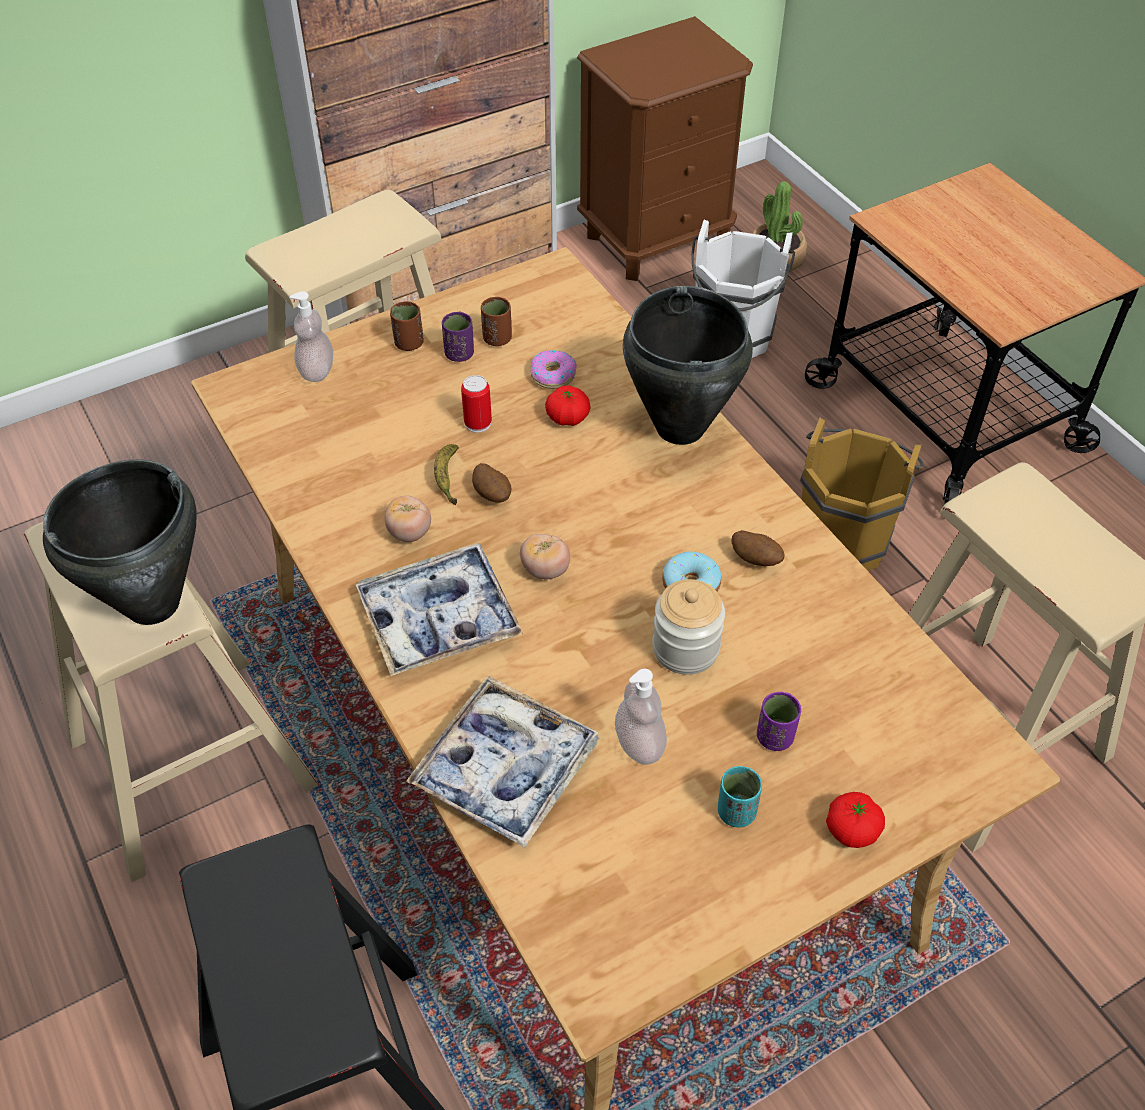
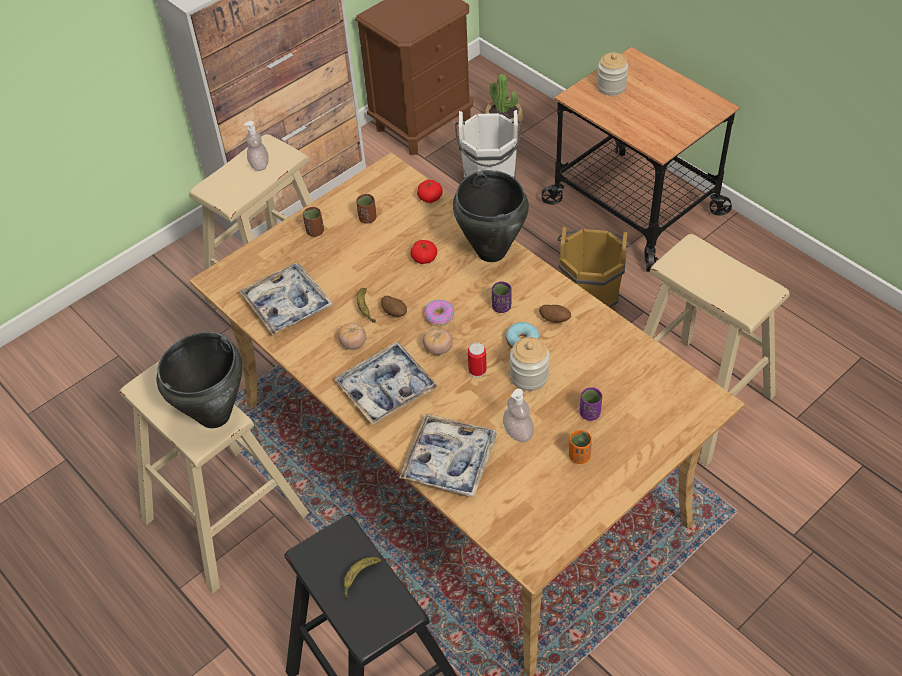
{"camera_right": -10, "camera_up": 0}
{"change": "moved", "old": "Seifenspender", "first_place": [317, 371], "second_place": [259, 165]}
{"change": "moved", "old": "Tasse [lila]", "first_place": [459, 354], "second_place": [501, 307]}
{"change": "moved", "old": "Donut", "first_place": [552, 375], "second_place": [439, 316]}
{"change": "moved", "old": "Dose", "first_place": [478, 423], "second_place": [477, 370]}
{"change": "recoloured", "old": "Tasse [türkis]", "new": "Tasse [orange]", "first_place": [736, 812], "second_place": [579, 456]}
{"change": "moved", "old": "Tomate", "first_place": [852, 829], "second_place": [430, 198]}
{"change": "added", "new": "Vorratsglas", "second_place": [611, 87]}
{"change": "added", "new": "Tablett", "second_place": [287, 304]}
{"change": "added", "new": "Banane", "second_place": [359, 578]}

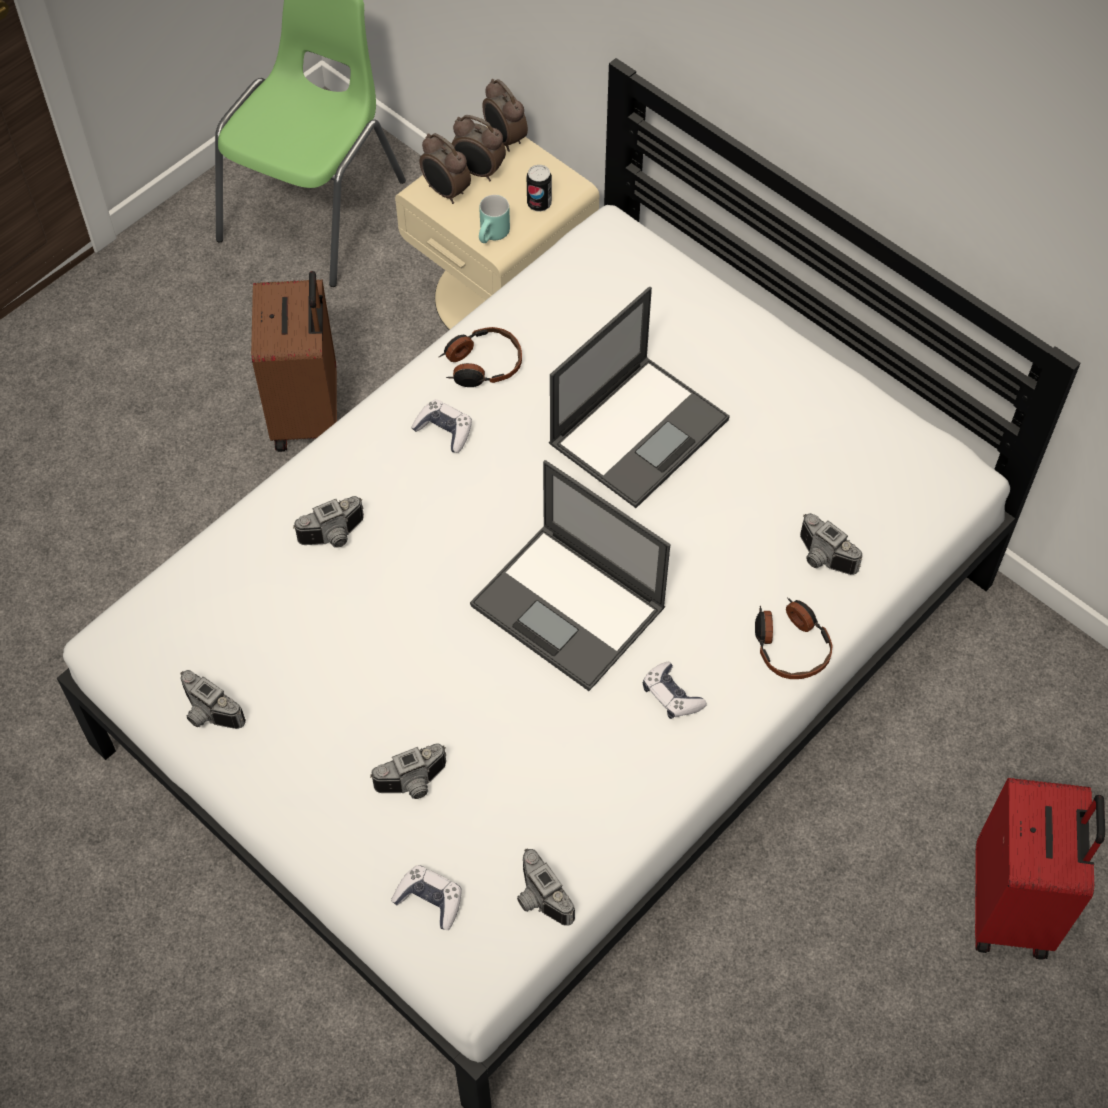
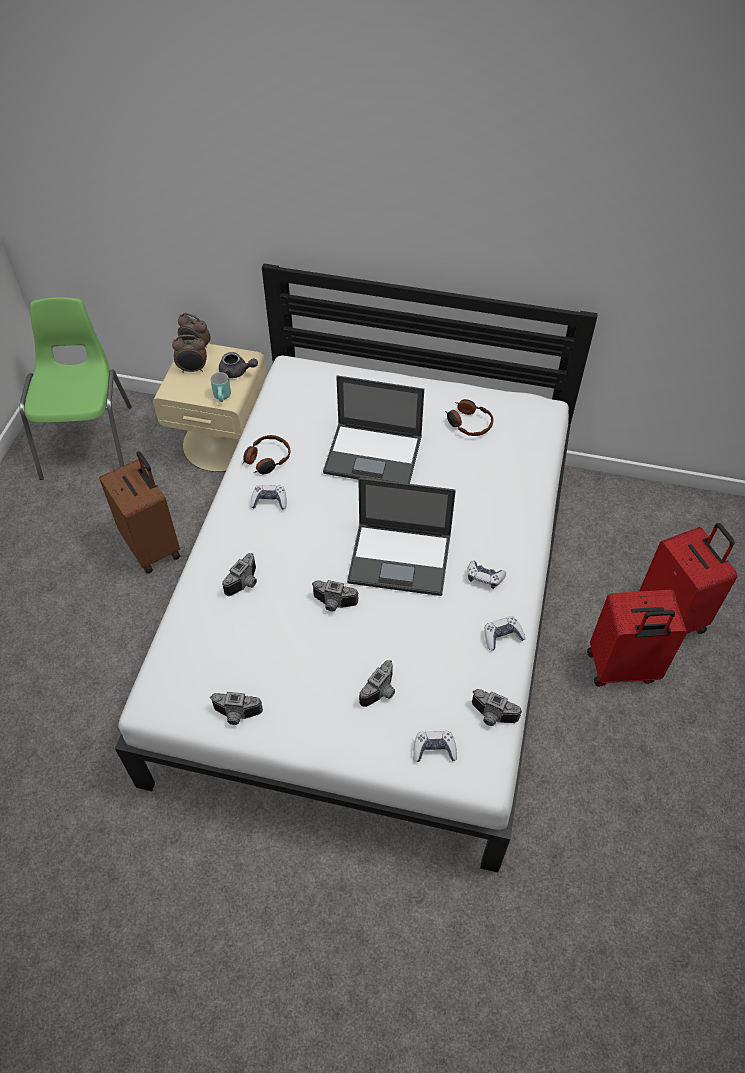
{"camera_right": -30, "camera_up": -5}
{"change": "removed", "old": "Wecker", "first_place": [445, 192]}
{"change": "replaced", "old": "Dose", "new": "Teekanne [grau]", "first_place": [539, 204], "second_place": [237, 372]}
{"change": "turned", "old": "Laptop", "first_place": [639, 430], "second_place": [374, 455], "degrees": 90}
{"change": "moved", "old": "Kamera", "first_place": [821, 559], "second_place": [333, 604]}
{"change": "moved", "old": "Kopfhörer", "first_place": [790, 645], "second_place": [468, 423]}
{"change": "added", "new": "Koffer [rot]", "second_place": [621, 669]}
{"change": "added", "new": "Gamepad", "second_place": [502, 636]}

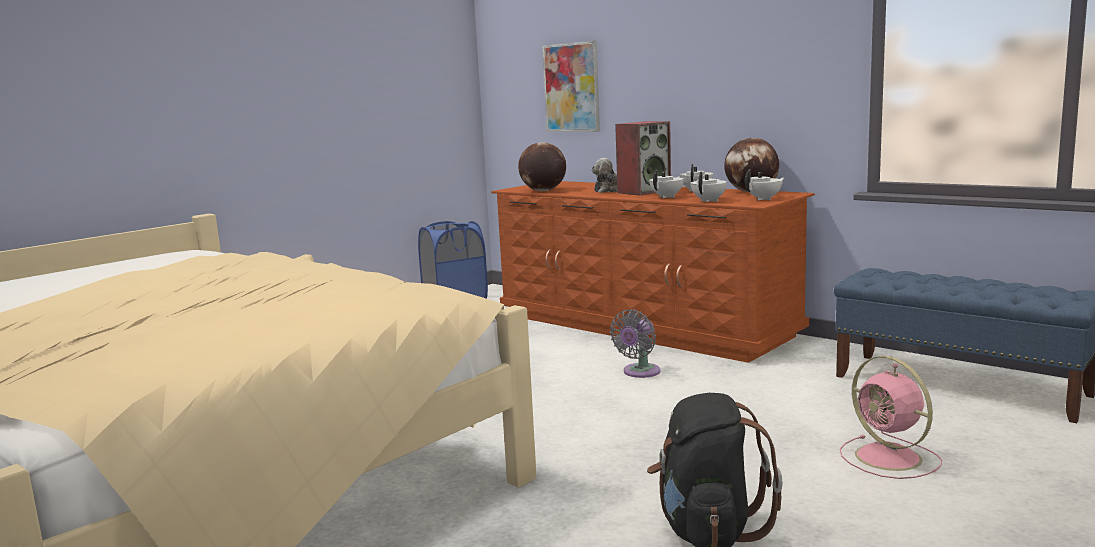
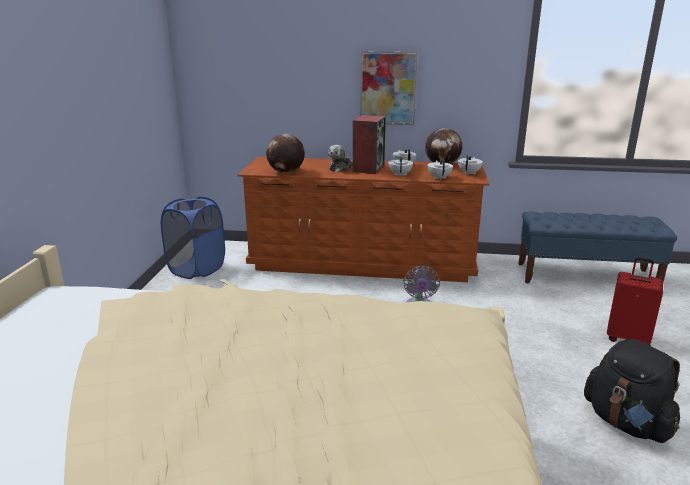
{"camera_right": -35, "camera_up": 10}
{"change": "moved", "old": "Bild", "first_place": [572, 87], "second_place": [388, 88]}
{"change": "replaced", "old": "Ventilator [rosa]", "new": "Koffer [rot]", "first_place": [890, 458], "second_place": [628, 338]}

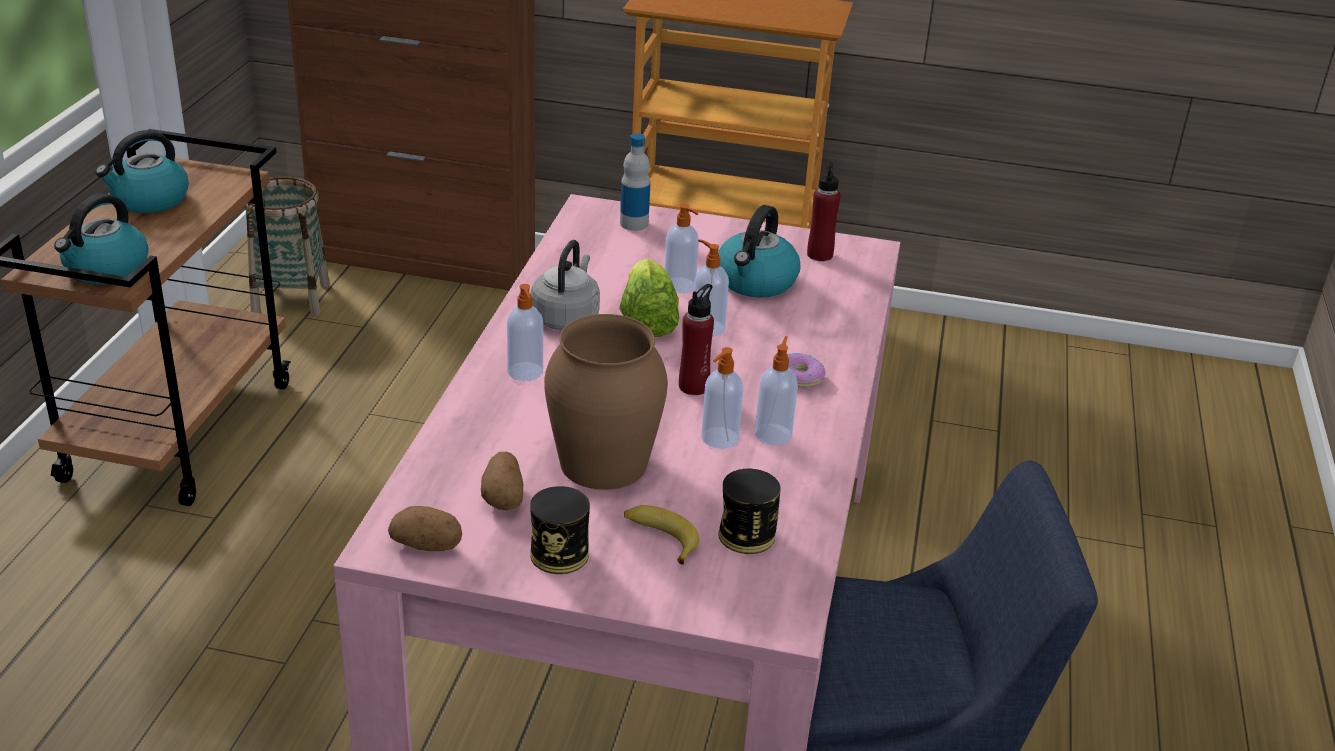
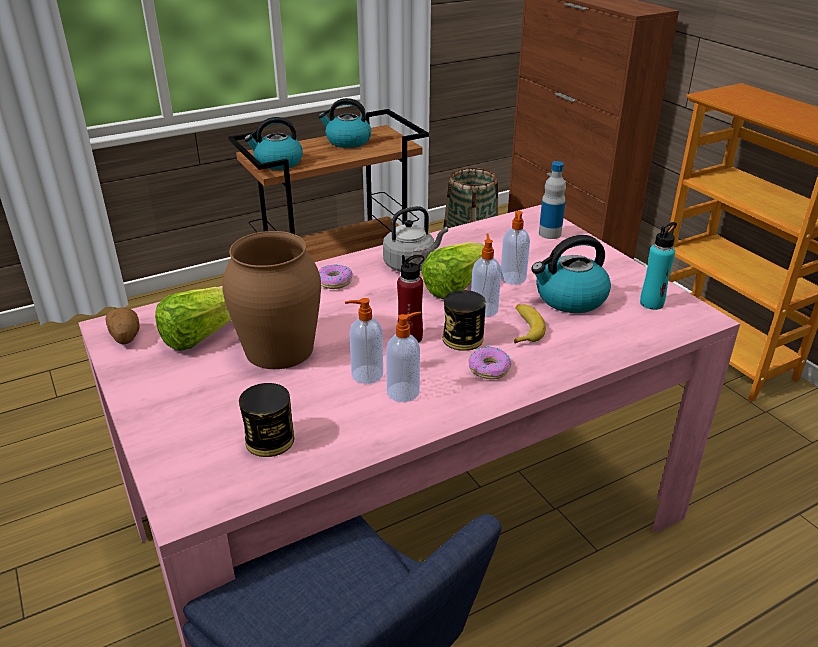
{"camera_right": 50, "camera_up": 0}
{"change": "recoloured", "old": "Flasche [rot]", "new": "Flasche [türkis]", "first_place": [820, 255], "second_place": [651, 303]}
{"change": "replaced", "old": "Seifenspender", "new": "Donut", "first_place": [525, 372], "second_place": [334, 281]}
{"change": "replaced", "old": "Kartoffel", "new": "Salatkopf", "first_place": [503, 497], "second_place": [200, 336]}
{"change": "moved", "old": "Dose", "first_place": [559, 554], "second_place": [463, 338]}
{"change": "moved", "old": "Banane", "first_place": [660, 538], "second_place": [524, 328]}

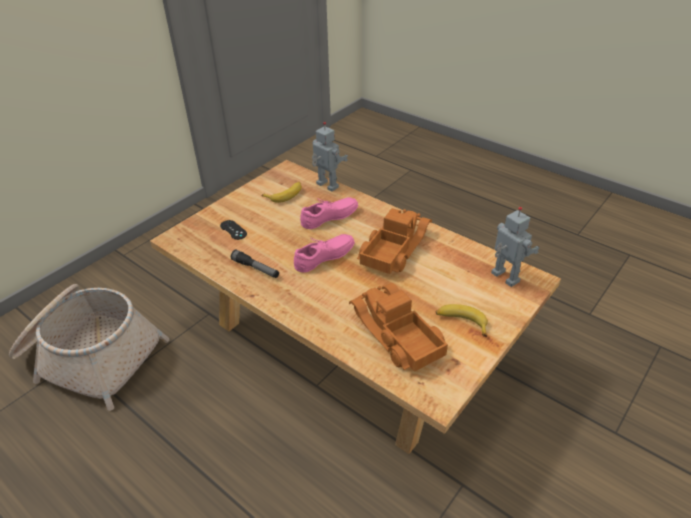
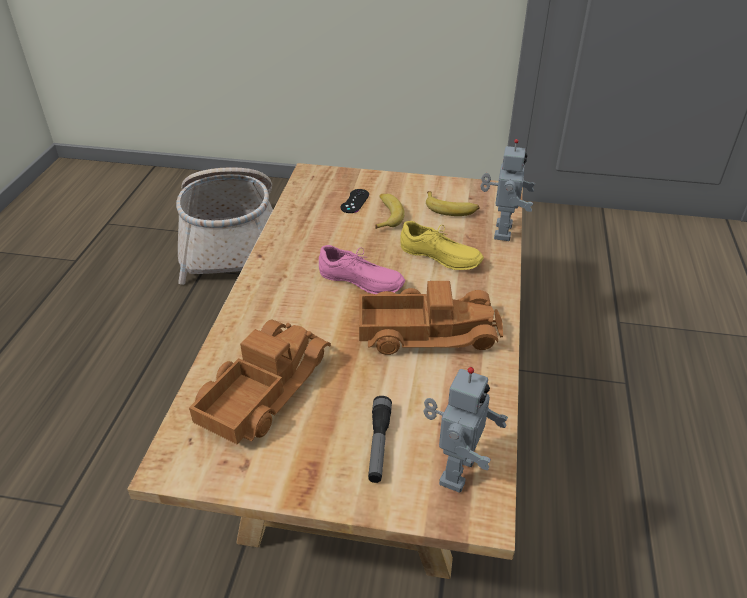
{"camera_right": 60, "camera_up": 0}
{"change": "recoloured", "old": "Schuh [rosa]", "new": "Schuh [gelb]", "first_place": [330, 218], "second_place": [439, 258]}
{"change": "moved", "old": "Taschenlampe", "first_place": [255, 268], "second_place": [378, 444]}
{"change": "moved", "old": "Banane", "first_place": [461, 322], "second_place": [386, 215]}

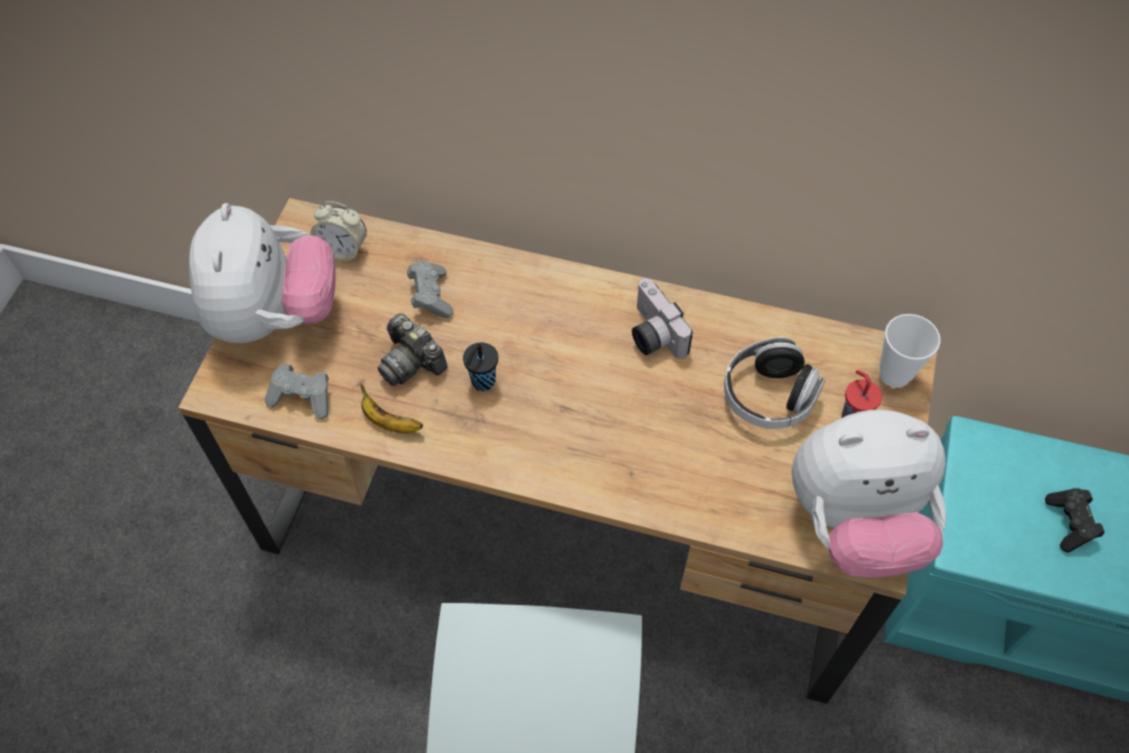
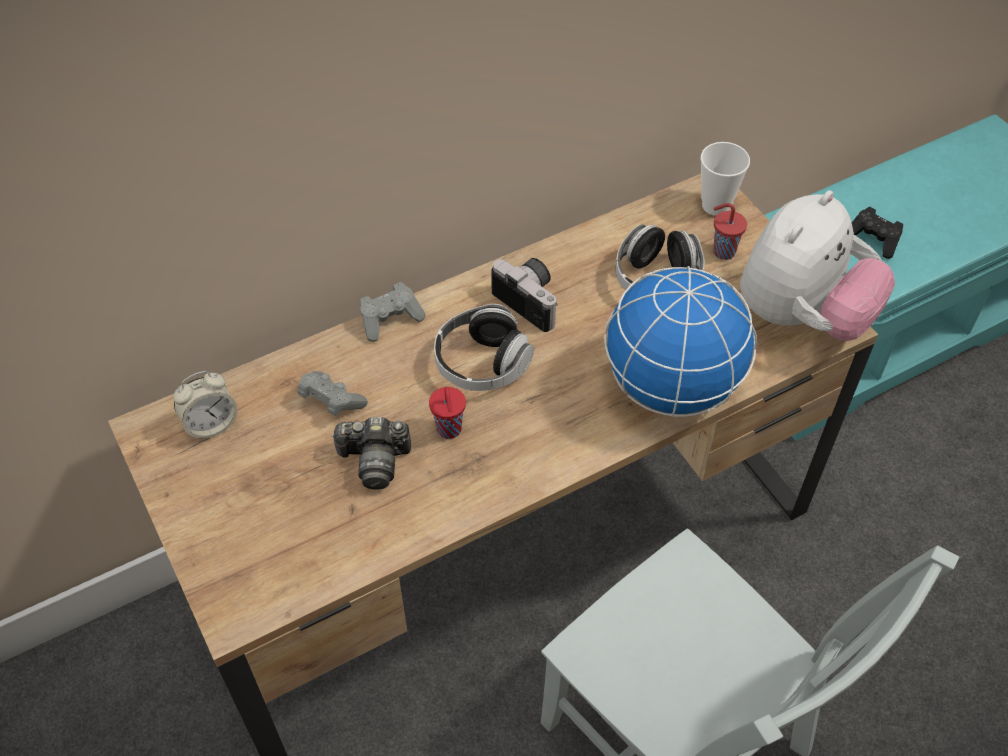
{"camera_right": -45, "camera_up": -5}
{"change": "removed", "old": "Plüschtier", "first_place": [274, 316]}
{"change": "turned", "old": "Kamera", "first_place": [651, 334], "second_place": [531, 300], "degrees": -150}
{"change": "recoloured", "old": "Tasse [schwarz]", "new": "Tasse [rot]", "first_place": [482, 382], "second_place": [449, 430]}
{"change": "moved", "old": "Gamepad [grau]", "first_place": [303, 397], "second_place": [390, 319]}
{"change": "removed", "old": "Banane", "first_place": [389, 422]}
{"change": "added", "new": "Globus", "second_place": [670, 385]}
{"change": "added", "new": "Kopfhörer", "second_place": [482, 363]}

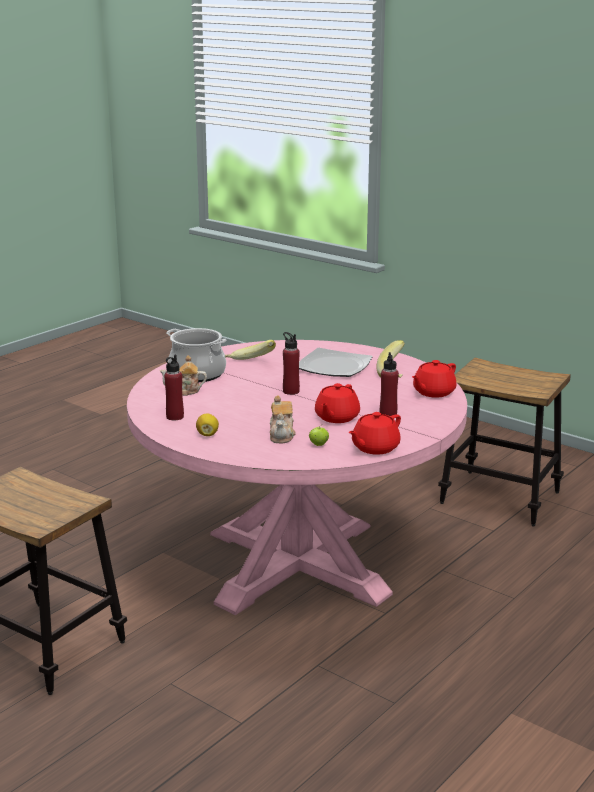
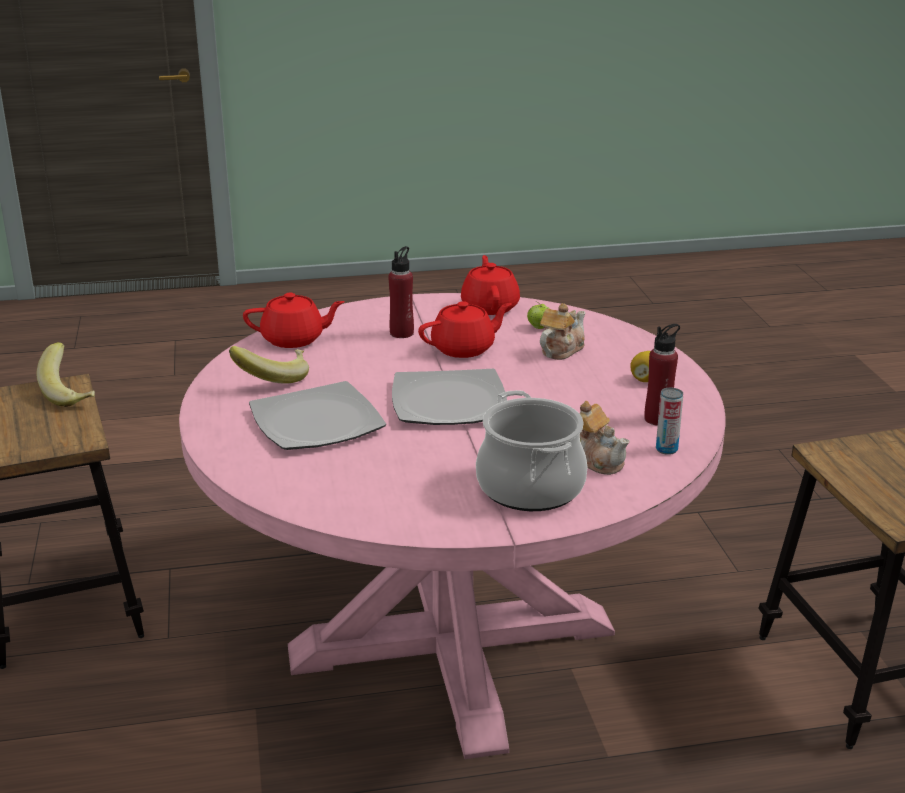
{"camera_right": -140, "camera_up": 5}
{"change": "replaced", "old": "Flasche [rot]", "new": "Teller", "first_place": [291, 391], "second_place": [450, 403]}
{"change": "moved", "old": "Banane", "first_place": [249, 363], "second_place": [72, 393]}
{"change": "turned", "old": "Teekanne [rot]", "first_place": [374, 448], "second_place": [490, 306], "degrees": -90}
{"change": "added", "new": "Dose", "second_place": [666, 449]}

